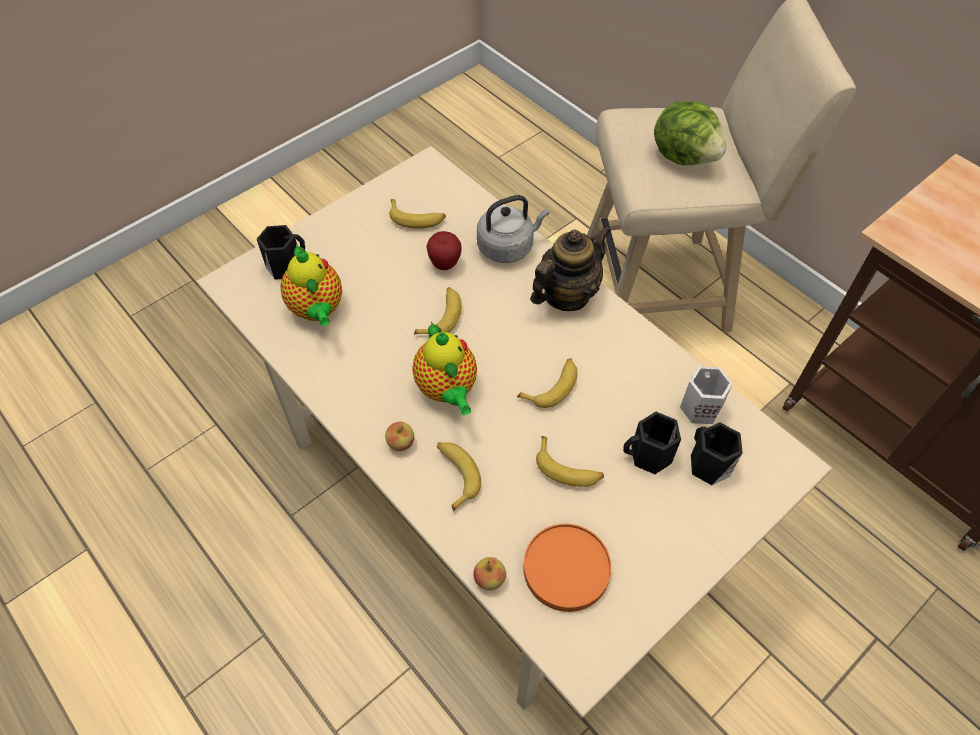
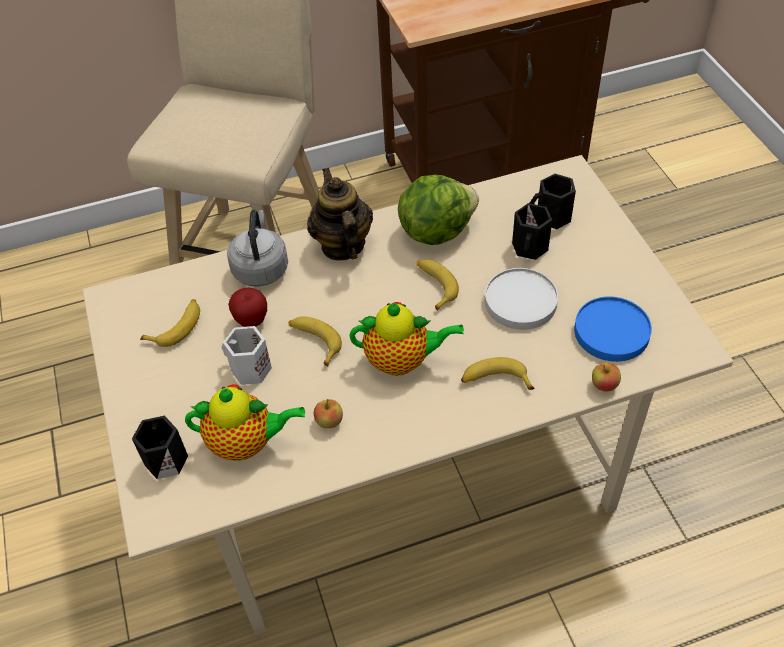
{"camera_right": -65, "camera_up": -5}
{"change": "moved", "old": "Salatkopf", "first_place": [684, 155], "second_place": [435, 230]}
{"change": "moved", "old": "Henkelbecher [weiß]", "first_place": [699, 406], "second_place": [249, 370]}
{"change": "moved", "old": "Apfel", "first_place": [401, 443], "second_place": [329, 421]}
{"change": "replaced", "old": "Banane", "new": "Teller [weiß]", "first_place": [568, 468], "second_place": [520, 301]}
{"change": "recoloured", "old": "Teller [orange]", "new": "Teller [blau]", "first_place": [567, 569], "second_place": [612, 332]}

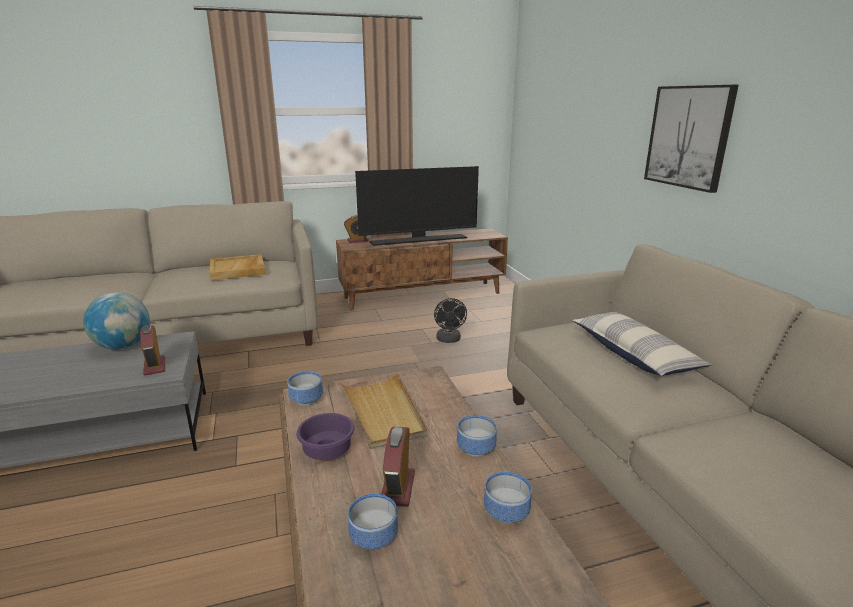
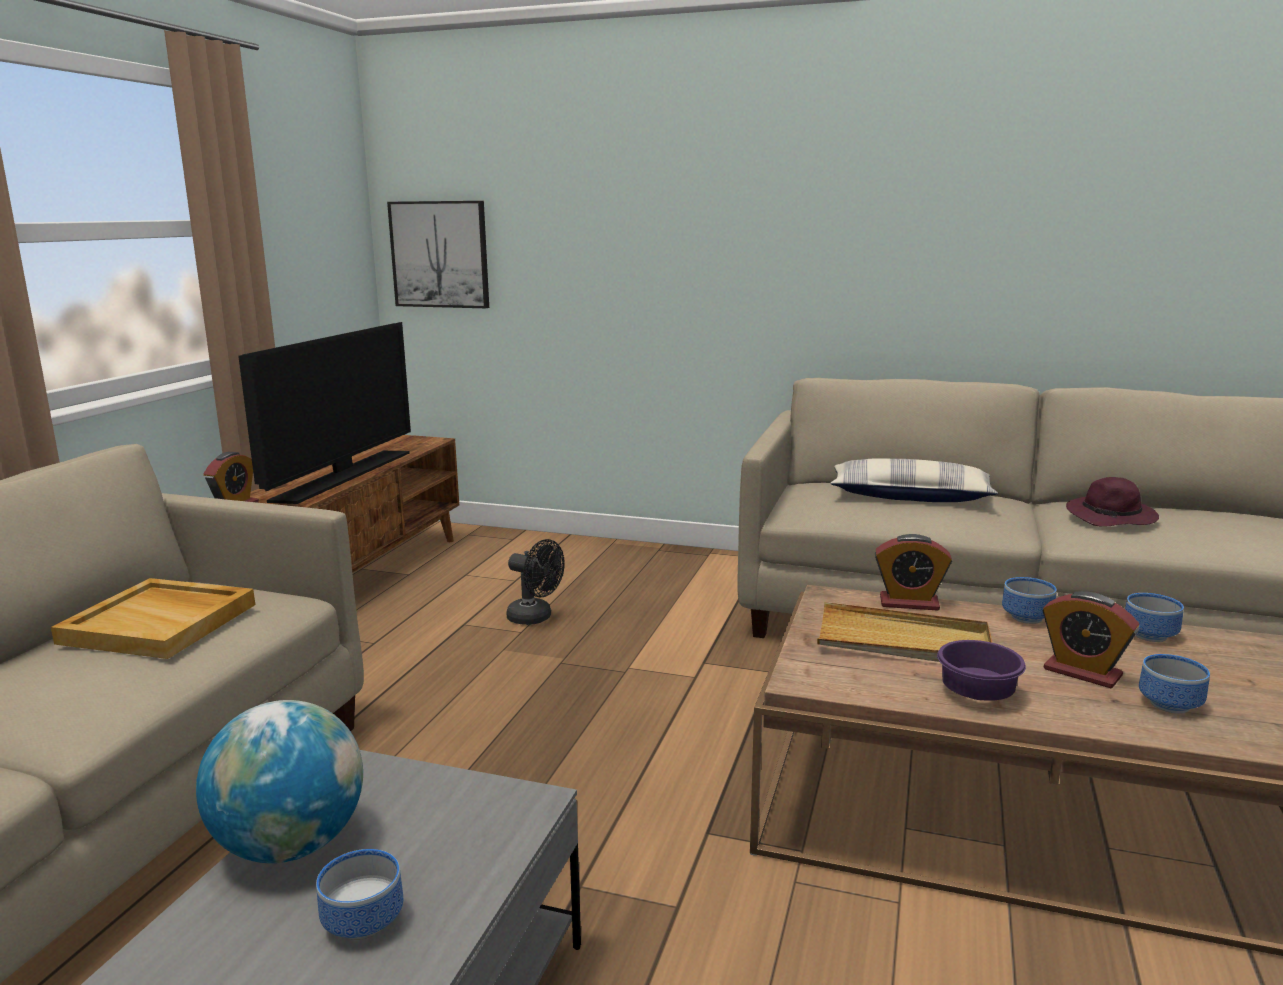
{"camera_right": -55, "camera_up": -5}
{"change": "moved", "old": "Bild", "first_place": [688, 137], "second_place": [440, 254]}
{"change": "moved", "old": "Wecker", "first_place": [154, 366], "second_place": [909, 603]}
{"change": "moved", "old": "Schüssel", "first_place": [305, 401], "second_place": [365, 924]}
{"change": "added", "new": "Hut [lila]", "second_place": [1112, 518]}

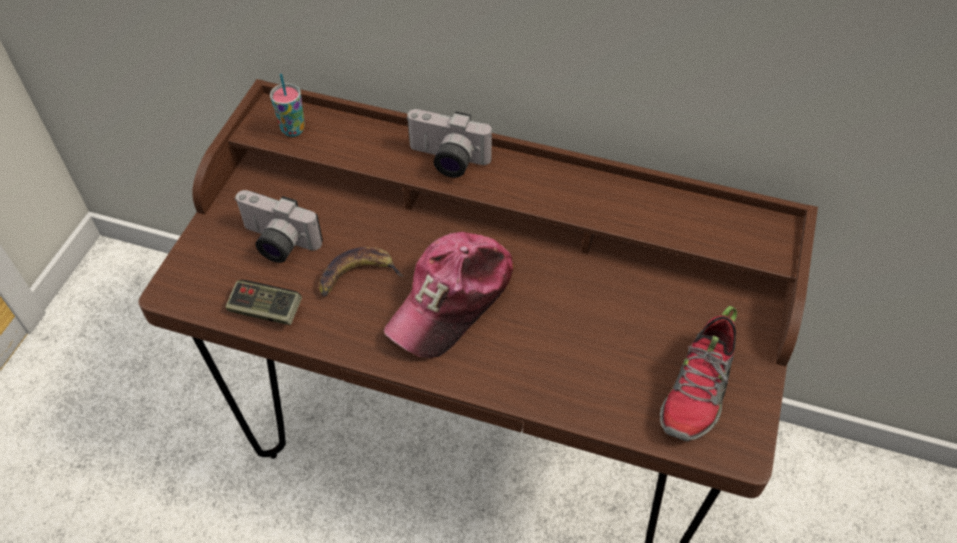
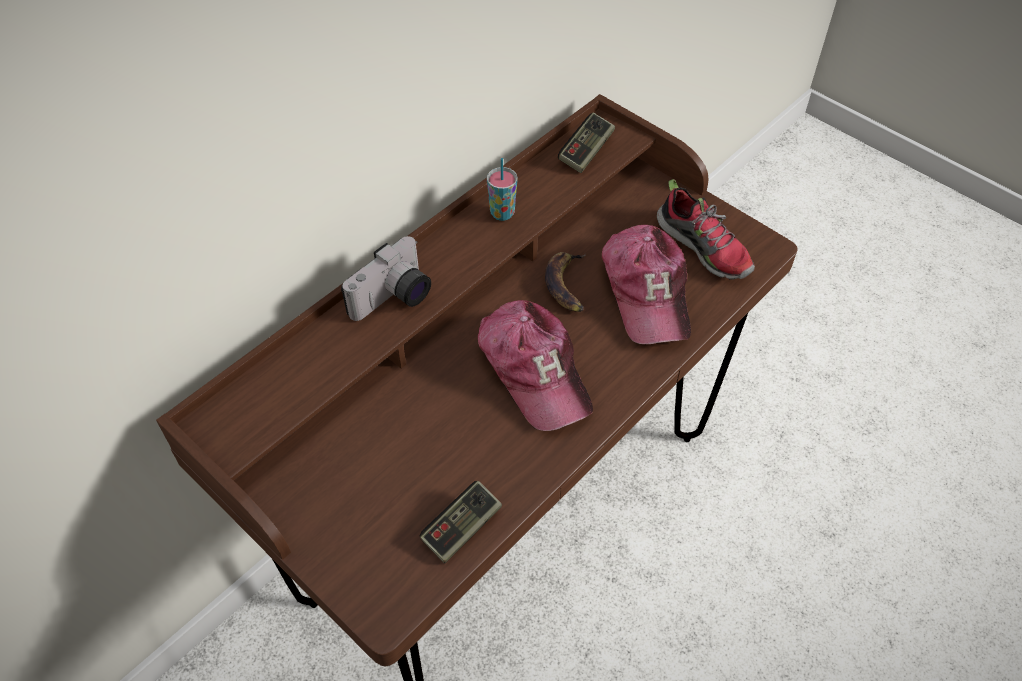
{"camera_right": -65, "camera_up": 0}
{"change": "moved", "old": "Tasse", "first_place": [293, 129], "second_place": [502, 213]}
{"change": "removed", "old": "Kamera", "first_place": [276, 243]}
{"change": "moved", "old": "Banane", "first_place": [356, 276], "second_place": [567, 285]}
{"change": "added", "new": "Gamepad", "second_place": [586, 151]}
{"change": "added", "new": "Kappe", "second_place": [646, 292]}

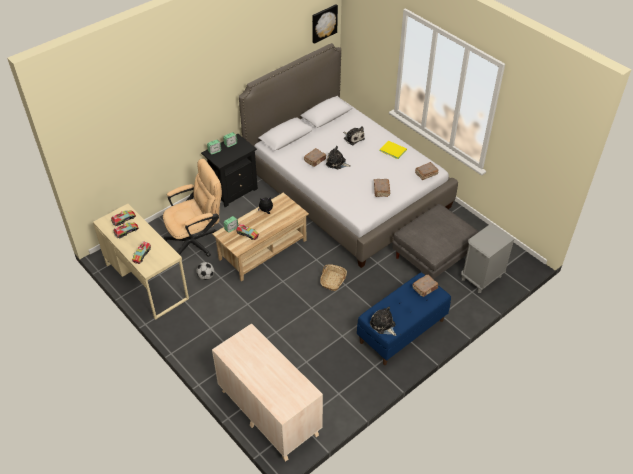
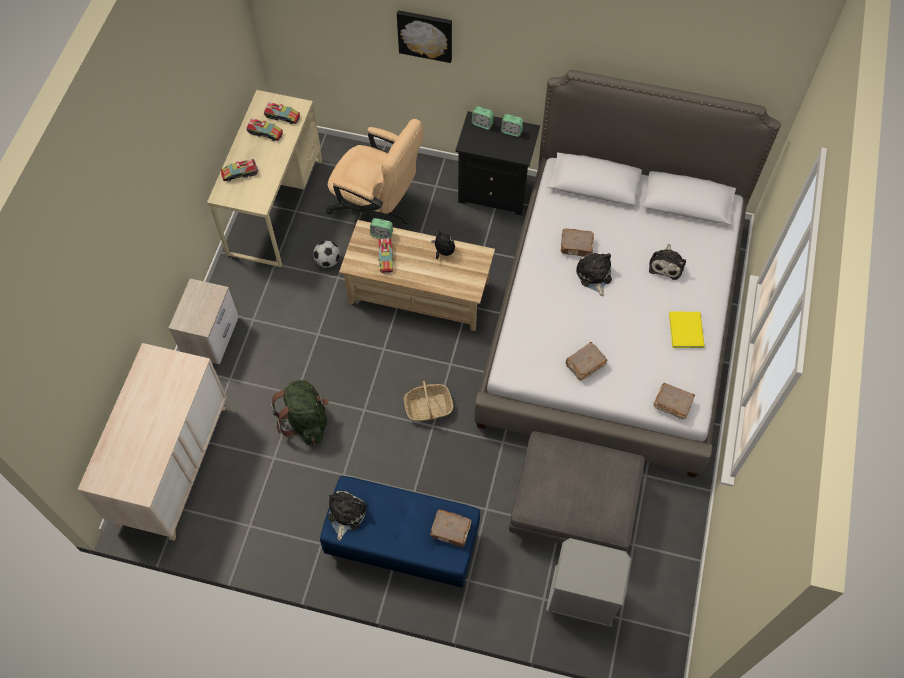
{"camera_right": 55, "camera_up": 15}
{"change": "moved", "old": "Bild", "first_place": [323, 23], "second_place": [425, 34]}
{"change": "added", "new": "Nachttisch", "second_place": [211, 335]}
{"change": "added", "new": "Rucksack [grün]", "second_place": [306, 420]}

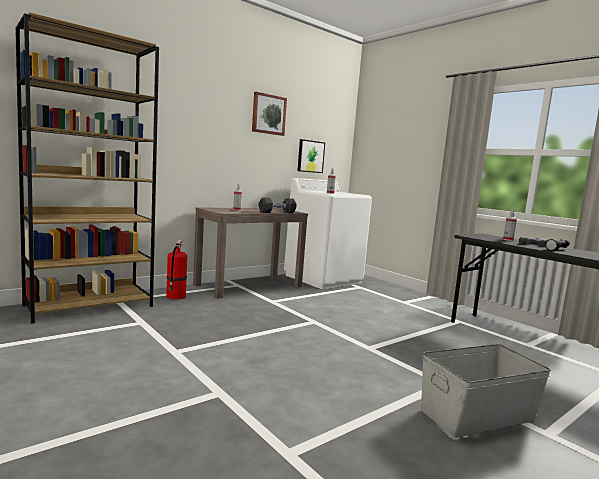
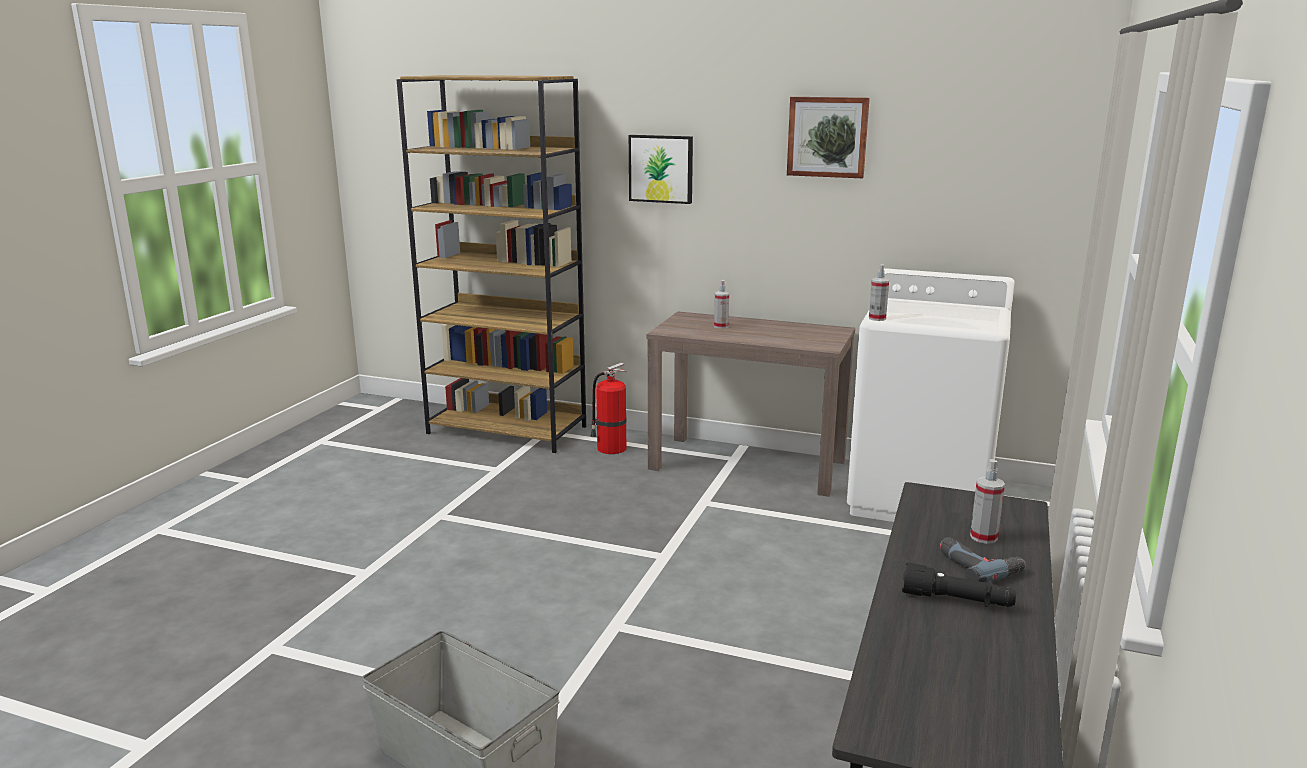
{"camera_right": 60, "camera_up": 10}
{"change": "moved", "old": "Bild", "first_place": [310, 156], "second_place": [661, 168]}
{"change": "removed", "old": "Hantel [schwarz]", "first_place": [277, 212]}

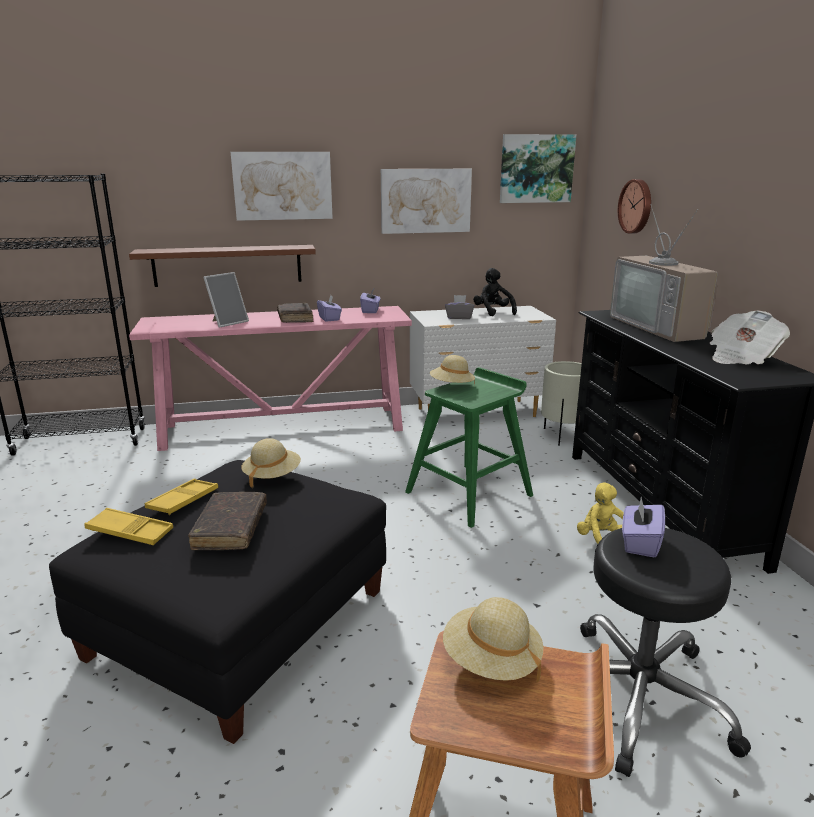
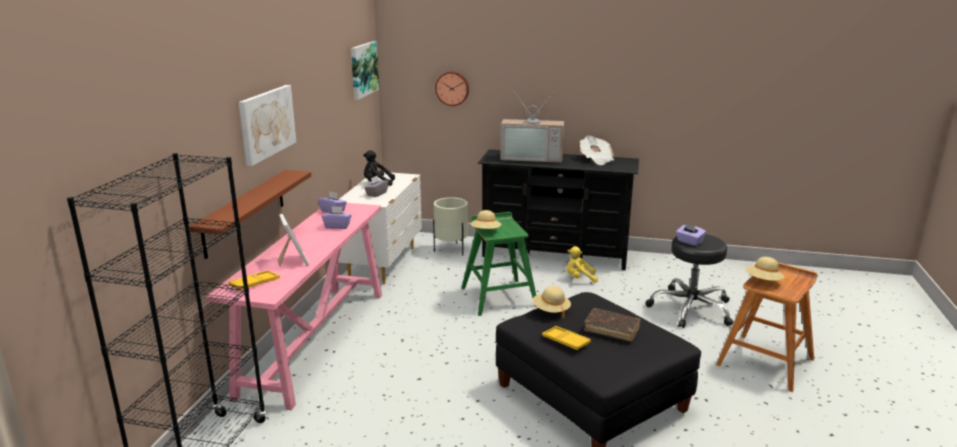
{"camera_right": -65, "camera_up": 0}
{"change": "removed", "old": "Bild", "first_place": [425, 201]}
{"change": "removed", "old": "Buch [braun]", "first_place": [295, 318]}
{"change": "moved", "old": "Tablett [gelb]", "first_place": [130, 532], "second_place": [255, 283]}

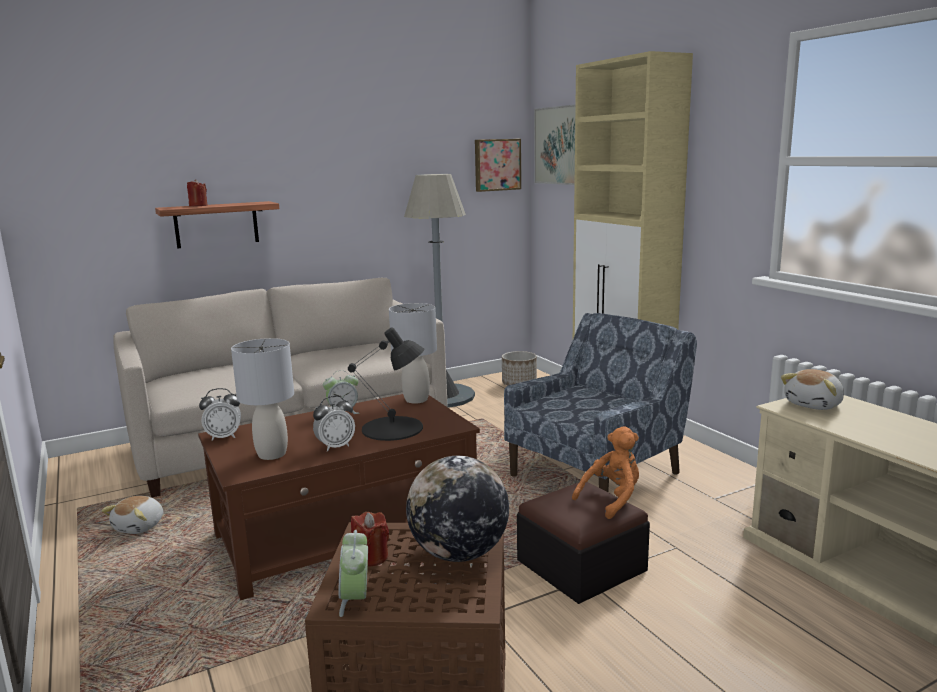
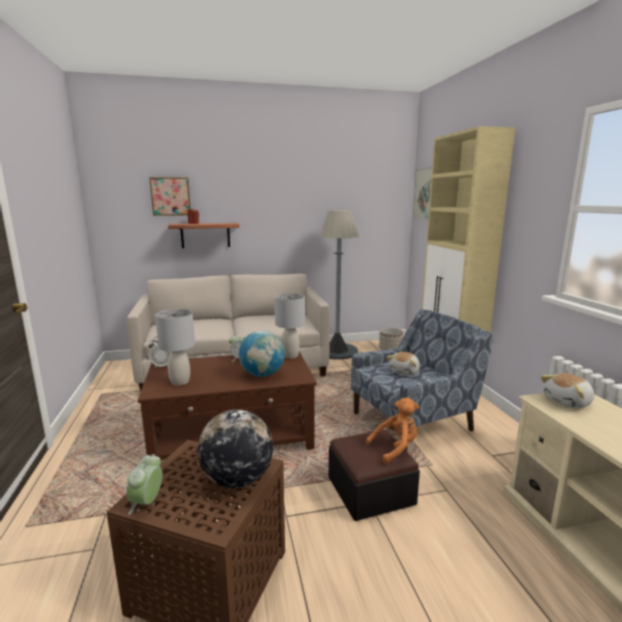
{"camera_right": 15, "camera_up": 0}
{"change": "moved", "old": "Bild", "first_place": [496, 165], "second_place": [170, 196]}
{"change": "replaced", "old": "Tischlampe [schwarz]", "new": "Globus", "first_place": [393, 428], "second_place": [262, 374]}
{"change": "removed", "old": "Wecker", "first_place": [335, 446]}
{"change": "moved", "old": "Plüschtier", "first_place": [140, 526], "second_place": [404, 371]}
{"change": "removed", "old": "Kerze [rot]", "first_place": [371, 557]}

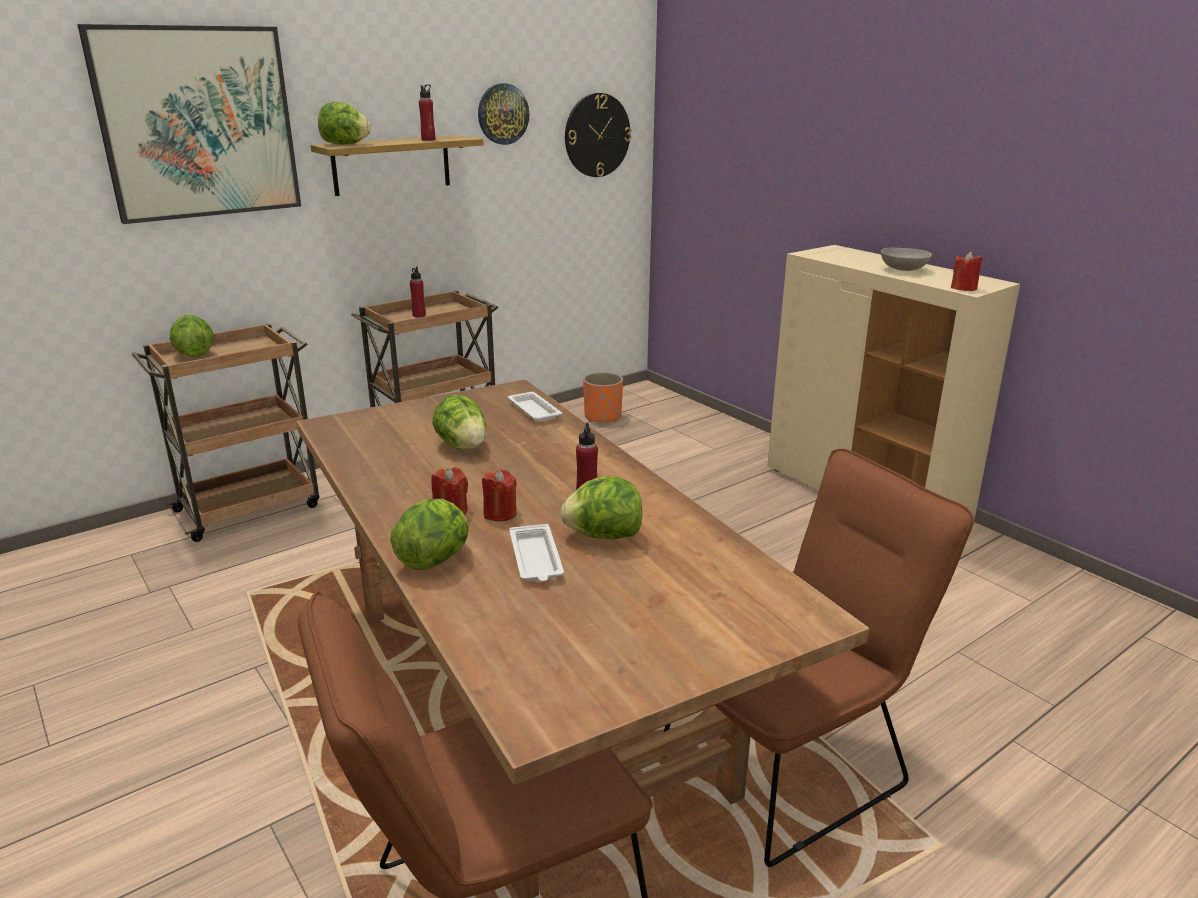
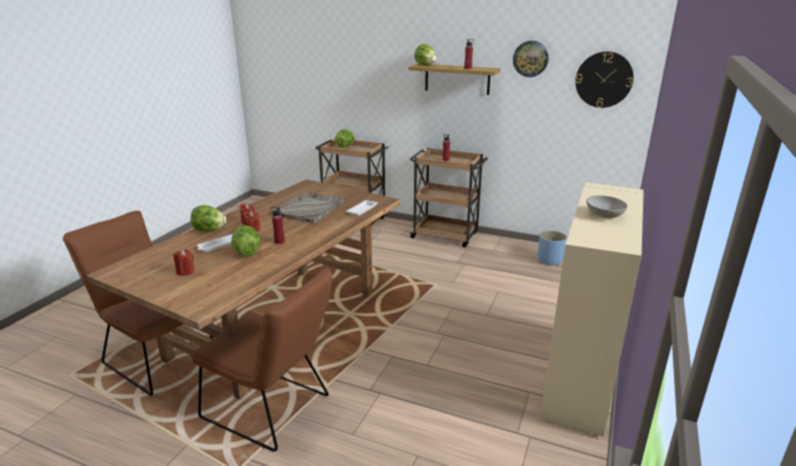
{"camera_right": 60, "camera_up": 0}
{"change": "removed", "old": "Bild", "first_place": [198, 123]}
{"change": "moved", "old": "Kerze [rot]", "first_place": [963, 288], "second_place": [185, 271]}
{"change": "recoloured", "old": "Pflanzkübel [orange]", "new": "Pflanzkübel [blau]", "first_place": [603, 417], "second_place": [550, 260]}
{"change": "replaced", "old": "Salatkopf", "new": "Tablett [grau]", "first_place": [462, 446], "second_place": [309, 208]}

